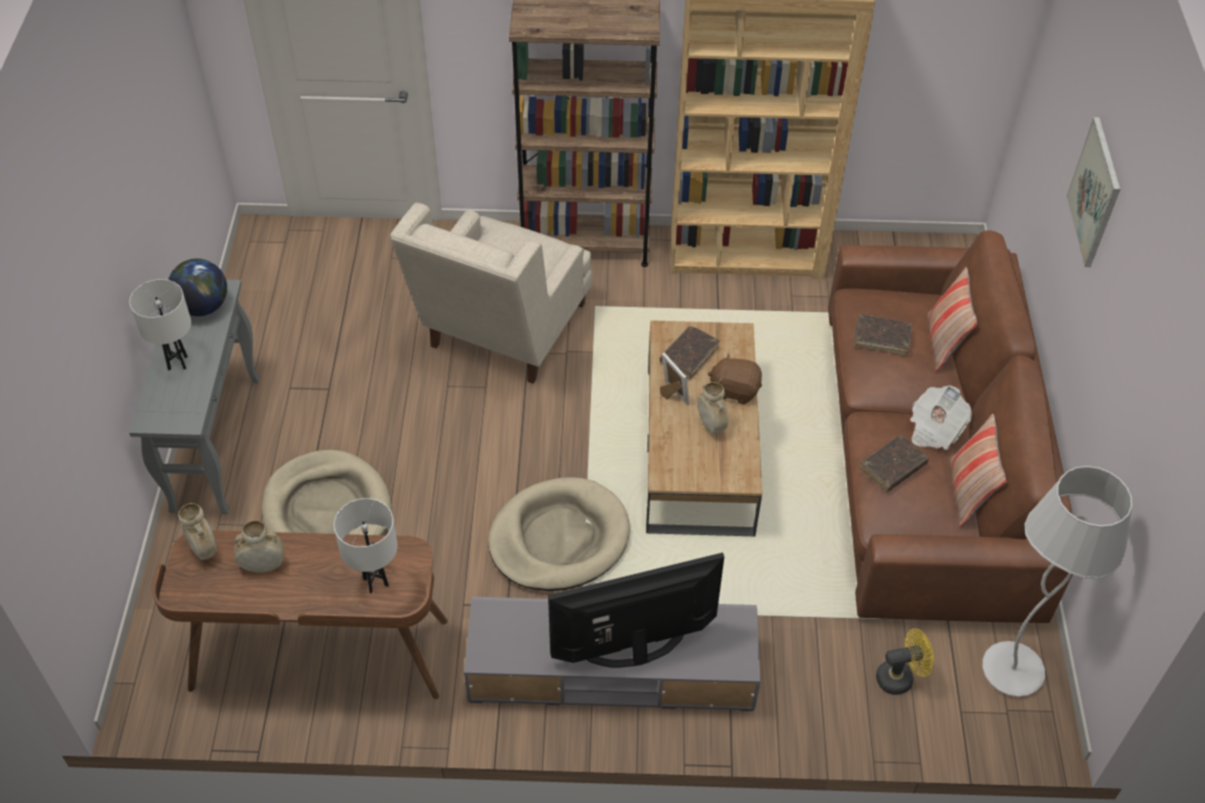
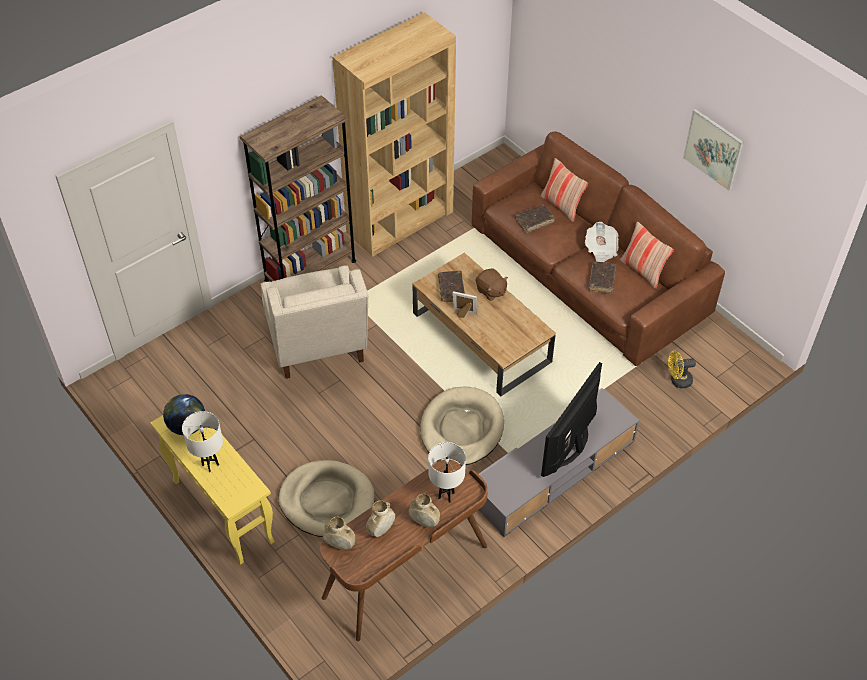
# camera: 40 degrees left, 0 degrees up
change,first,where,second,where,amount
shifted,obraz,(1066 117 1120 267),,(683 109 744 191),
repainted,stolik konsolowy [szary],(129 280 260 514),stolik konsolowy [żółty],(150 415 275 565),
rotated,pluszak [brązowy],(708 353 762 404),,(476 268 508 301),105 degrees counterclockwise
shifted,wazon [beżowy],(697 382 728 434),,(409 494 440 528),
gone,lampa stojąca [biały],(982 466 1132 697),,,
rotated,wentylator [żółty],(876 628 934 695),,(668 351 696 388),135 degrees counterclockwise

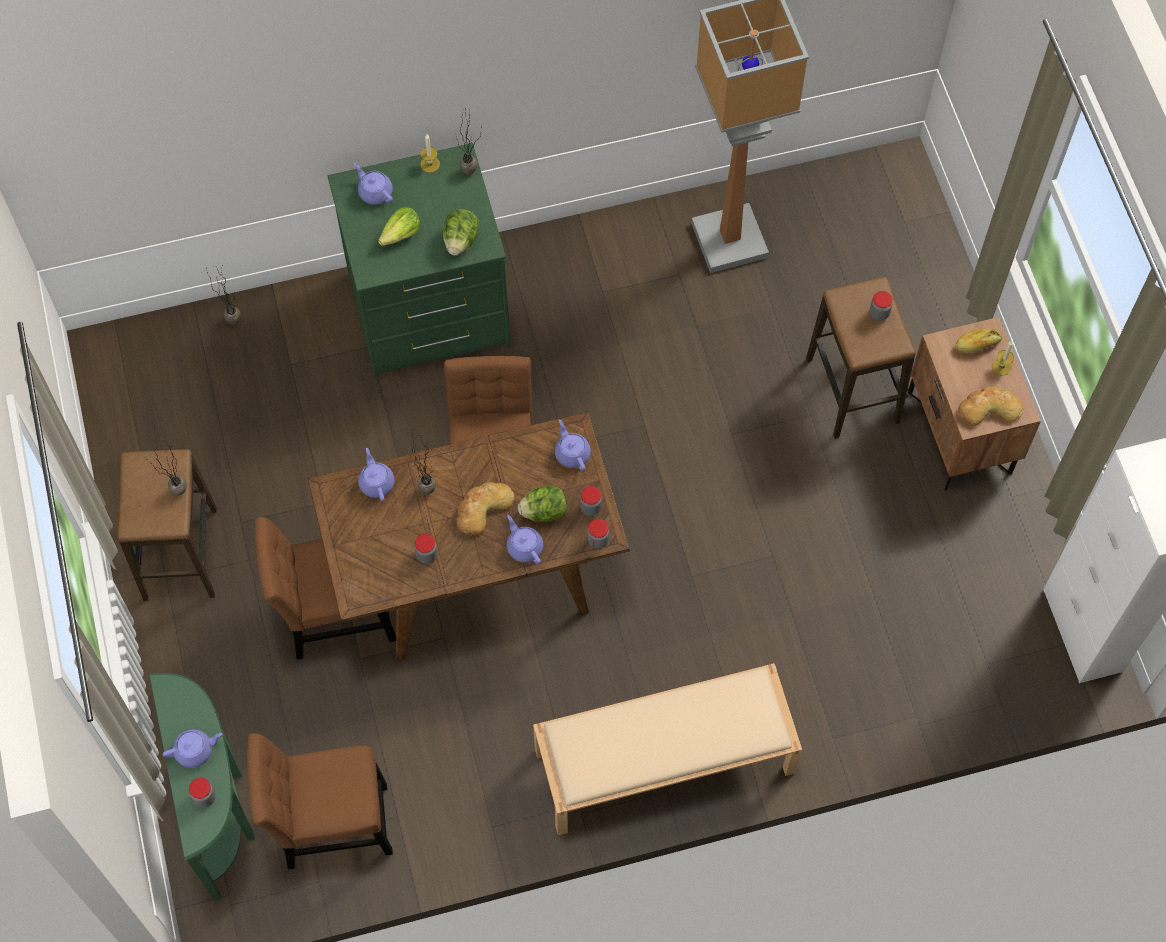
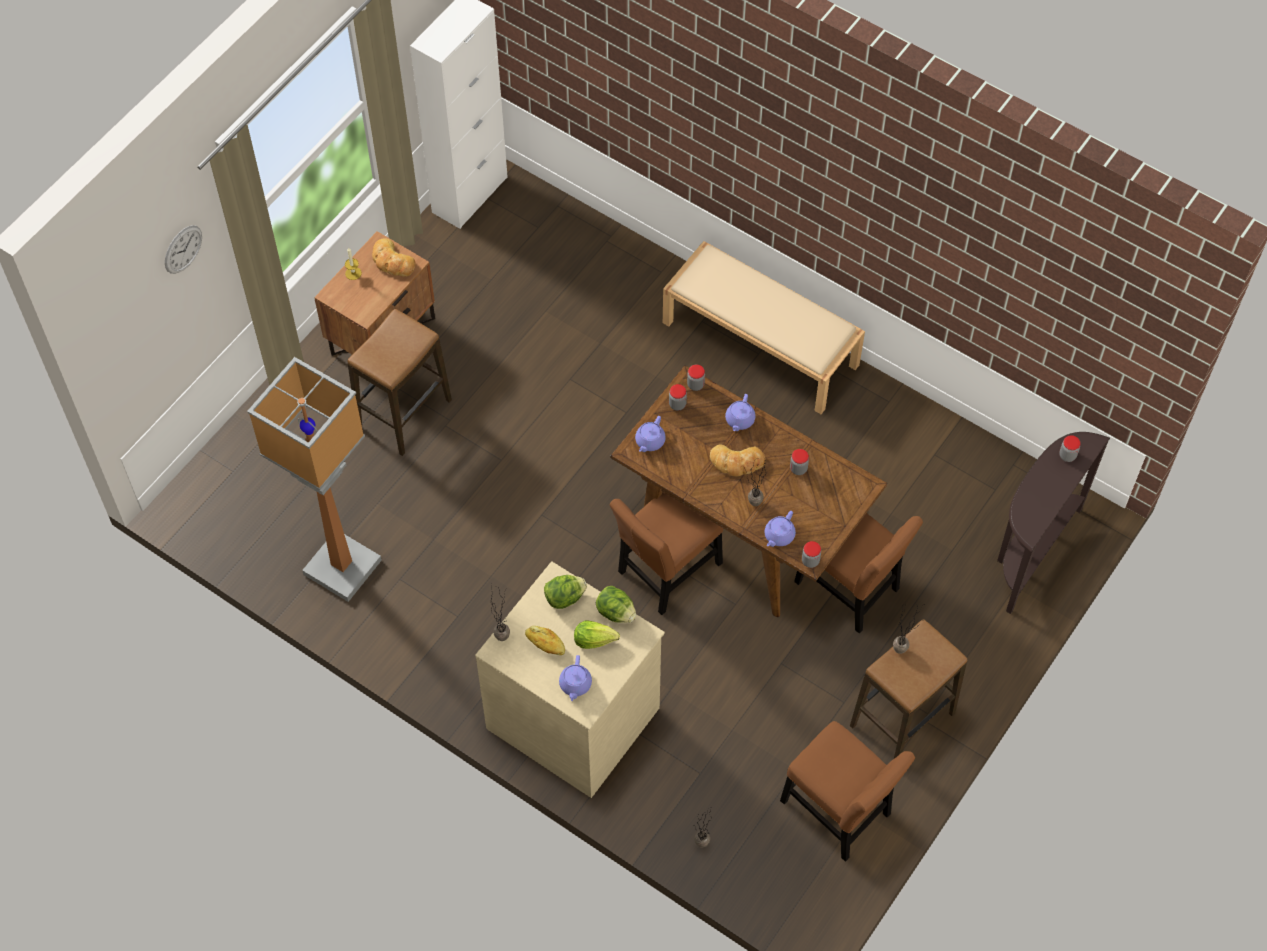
# camera: 130 degrees left, 5 degrees down
change,first,where,second,where,amount
gone,świeca,(420 134 440 173),,,
repainted,komoda [zielony],(328 143 510 378),komoda [beżowy],(475 561 665 798),
shifted,słoik,(870 291 893 321),,(802 541 821 568),
shifted,chleb,(955 329 1002 353),,(525 626 565 655),
shifted,sałata,(518 485 567 522),,(596 586 636 623),
repainted,stolik konsolowy [zielony],(150 673 255 901),stolik konsolowy [brązowy],(997 432 1110 614),
gone,imbryk [fioletowy],(163 729 223 768),,,
shifted,krzesło [brązowy],(247 733 393 870),,(780 721 915 862),
new,,,zegar ścienny,(165 225 202 274),

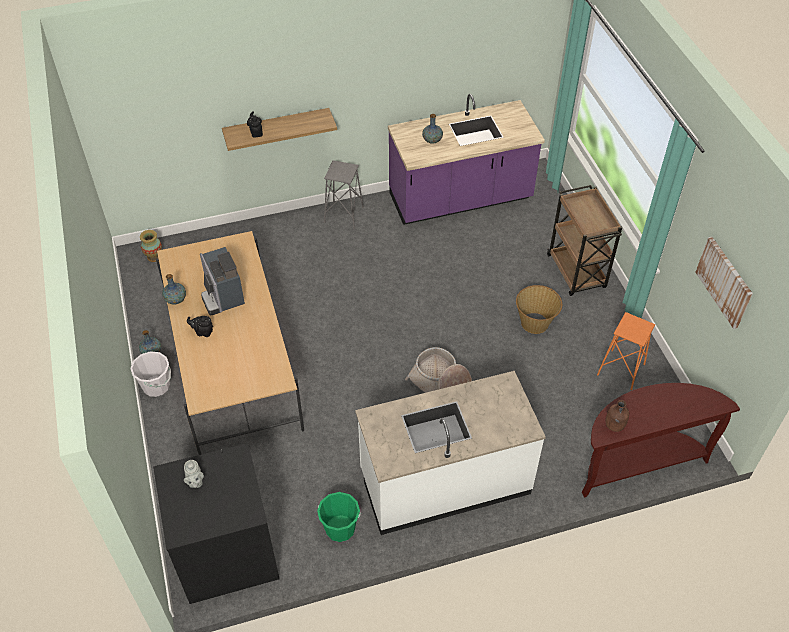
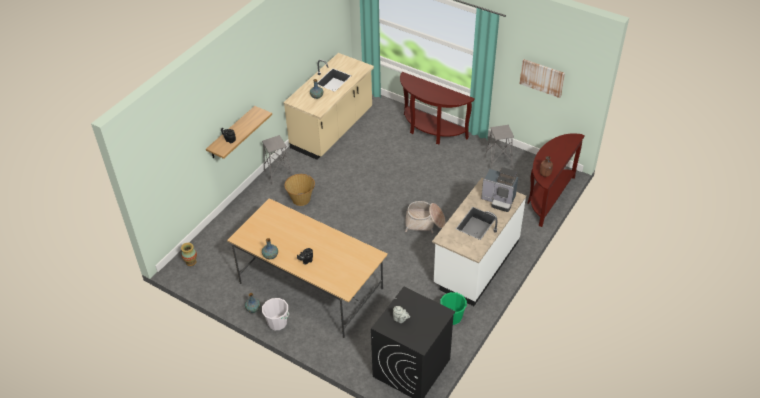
# camera: 40 degrees left, 5 degrees down
change,first,where,second,where,amount
repainted,zabudowa kuchenna [fioletowy],(388 94 545 225),zabudowa kuchenna [beżowy],(283 53 374 160),
swapped,wózek [brązowy],(547 185 622 296),stolik konsolowy [brązowy],(400 72 475 144),
shifted,ekspres do kawy,(200 247 245 315),,(481 167 518 212),
shifted,koszyk,(516 285 562 334),,(285 174 315 206),
repainted,stołek [pomarańczowy],(597 312 655 390),stołek [szary],(485 125 514 169),

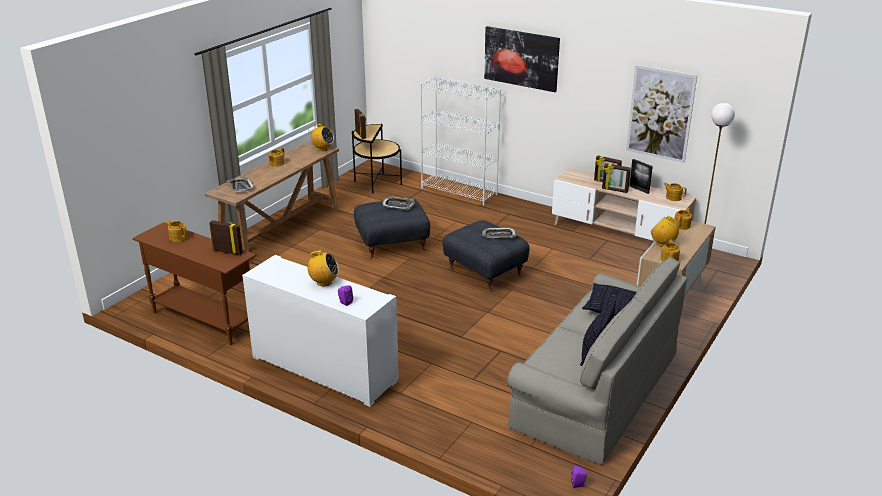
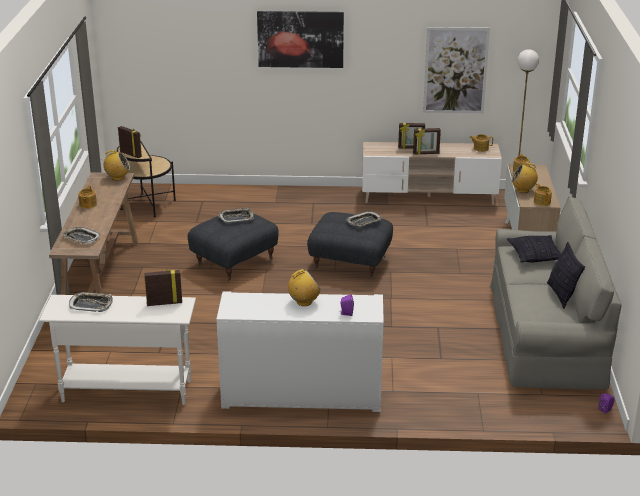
# camera: 30 degrees left, 0 degrees up
change,first,where,second,where,amount
gone,regał [biały],(420 76 501 205),,,
gone,ramka na zdjęcie,(629 159 653 194),,,
swapped,imbryk,(166 220 188 242),taca,(69 292 113 312),
repainted,stolik konsolowy [brązowy],(132 222 257 345),stolik konsolowy [biały],(39 295 196 405),

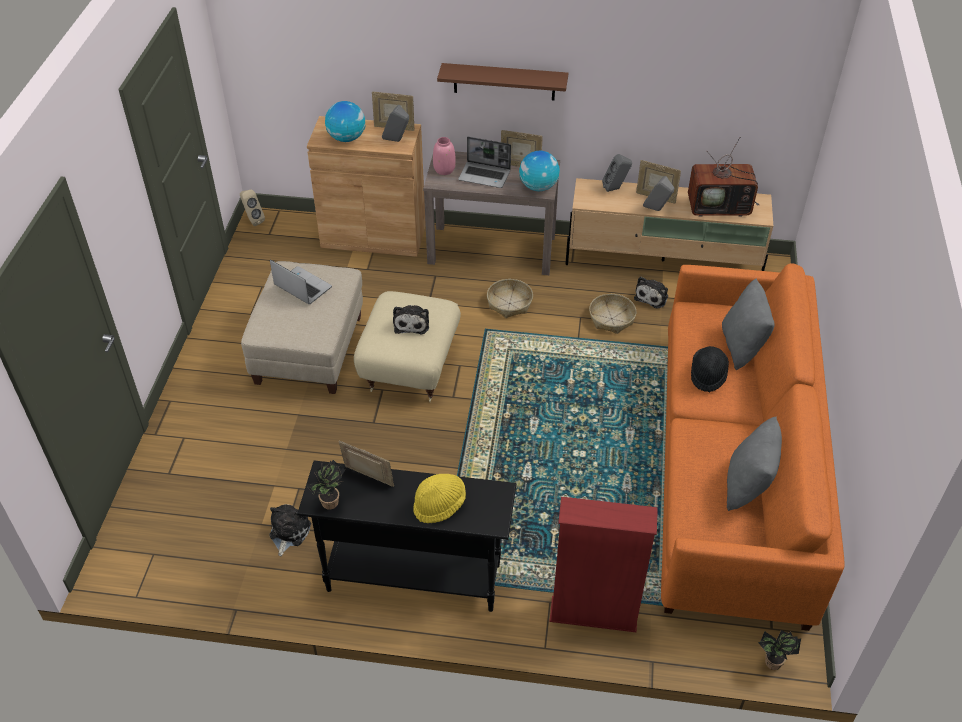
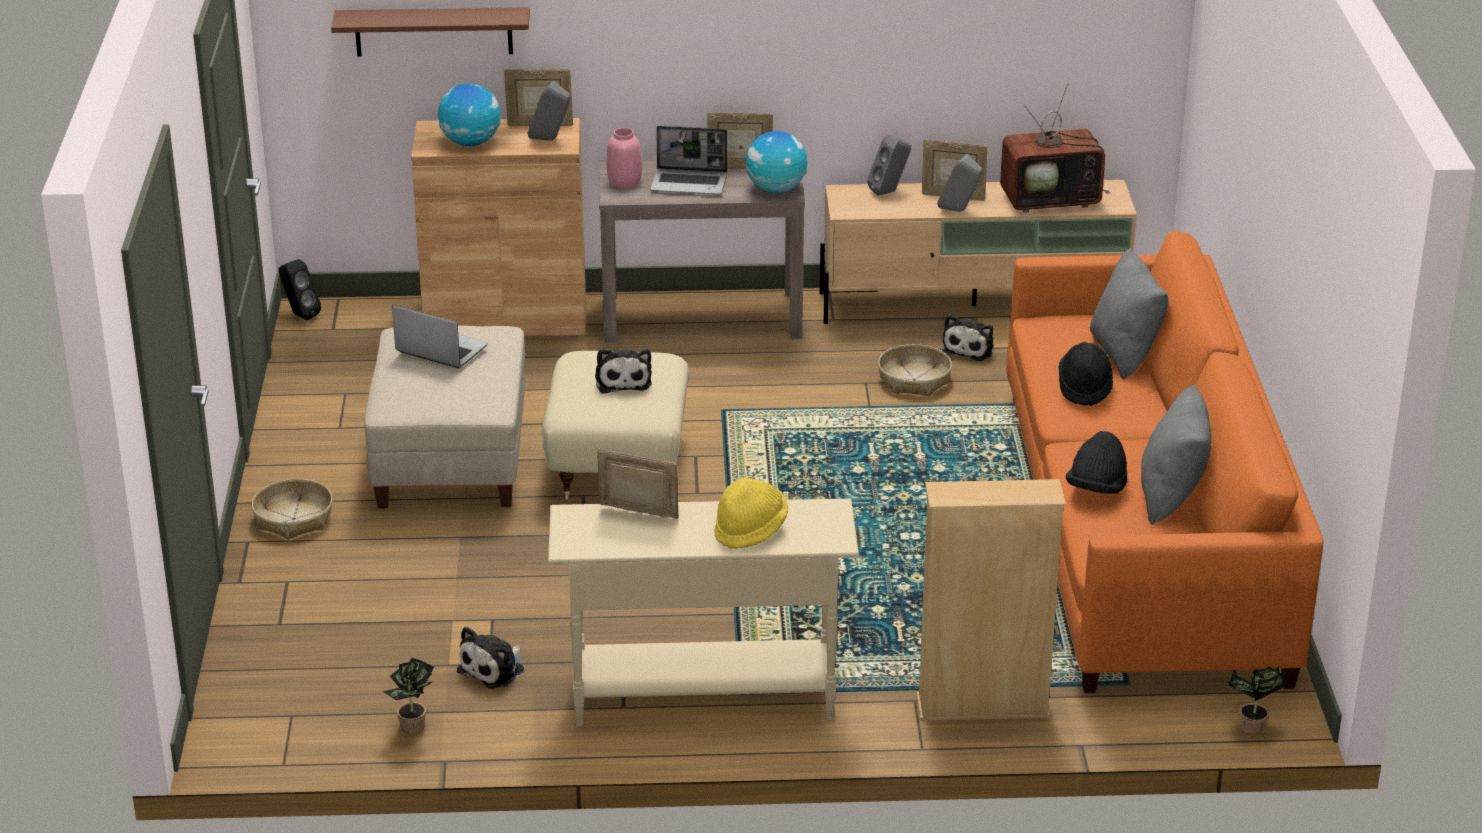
# camera: 10 degrees left, 15 degrees down
change,first,where,second,where,amount
shifted,półka [brązowy],(437 63 568 100),,(331 7 530 57),
repainted,głośnik [beżowy],(240 190 265 226),głośnik [czarny],(278 259 321 320),
shifted,koszyk,(487 279 533 318),,(252 479 333 540),
repainted,stolik konsolowy [czarny],(297 460 516 612),stolik konsolowy [beżowy],(548 499 859 726),
shifted,roślina doniczkowa,(306 460 345 510),,(382 658 435 733),
repainted,regał [czerwony],(549 497 658 632),regał [beżowy],(916 479 1066 721),
rotated,pluszak,(269 504 311 556),,(457 626 524 689),150 degrees counterclockwise
new,,,kapelusz [czarny],(1066 431 1127 494),

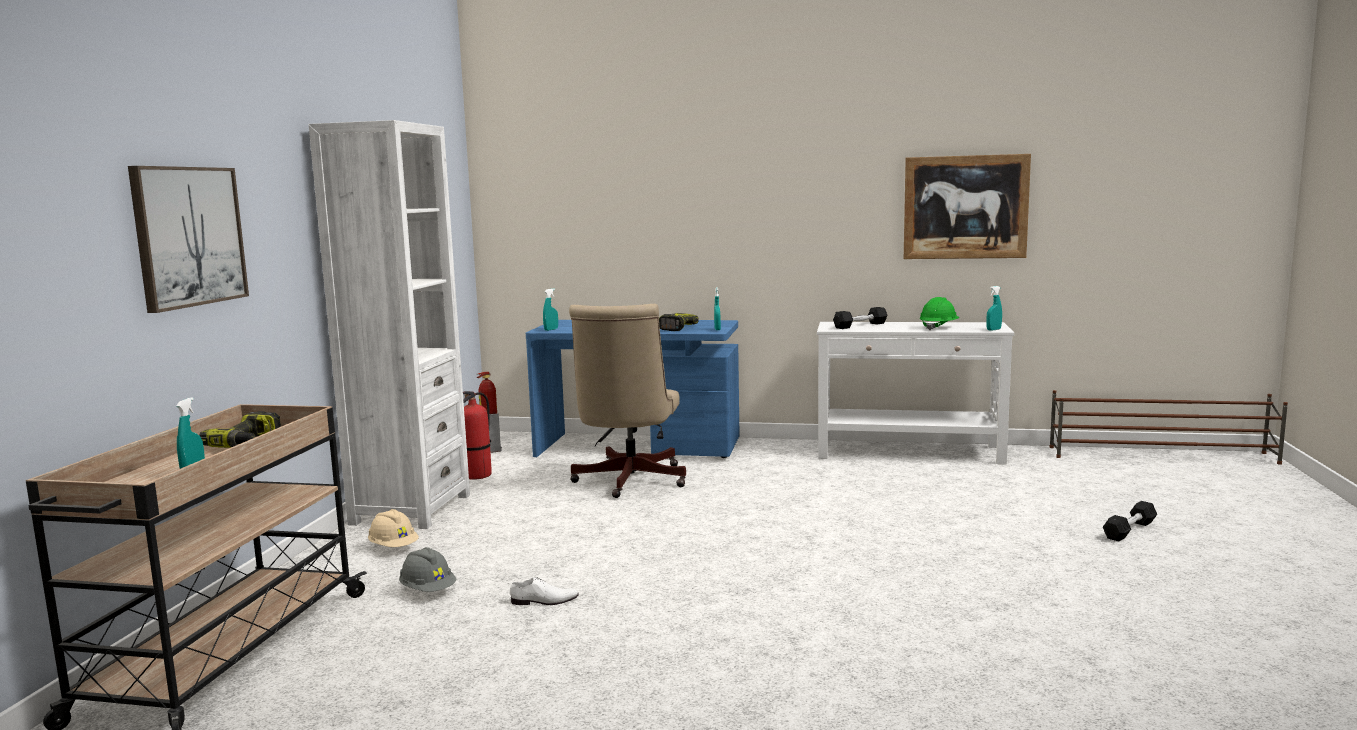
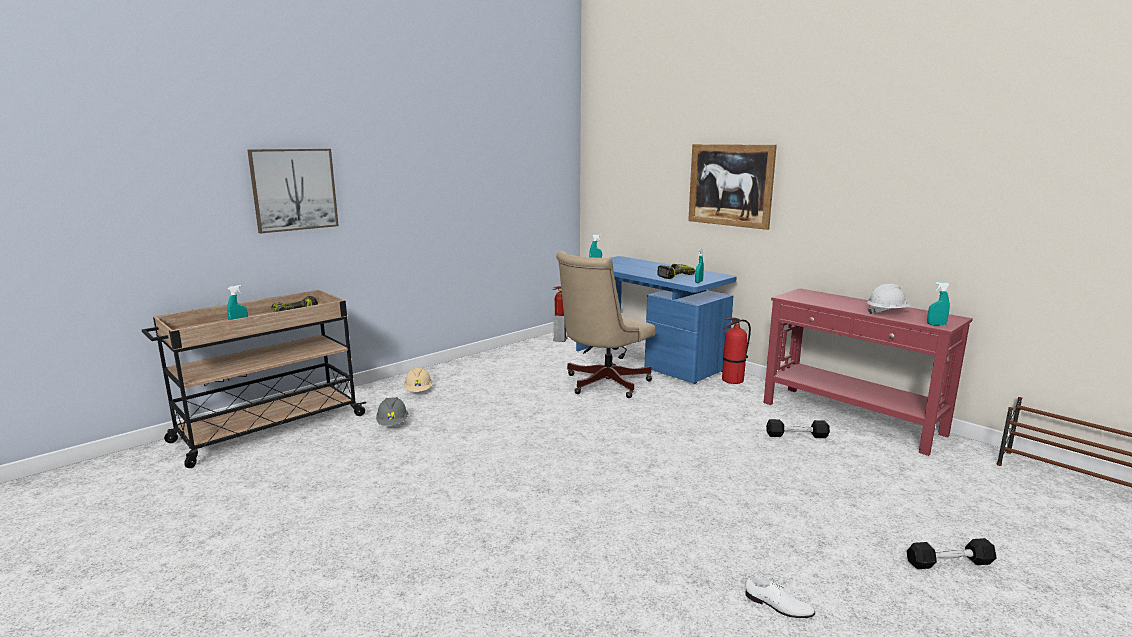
# camera: 35 degrees right, 5 degrees up
change,first,where,second,where,amount
gone,regał [biały],(309 120 470 529),,,
shifted,obraz,(904 154 1031 259),,(688 144 777 230),
repainted,kask [zielony],(920 297 959 330),kask [biały],(867 284 912 314),
shifted,hantel [czarny],(833 307 888 329),,(766 419 830 438),
repainted,stolik konsolowy [biały],(817 322 1014 465),stolik konsolowy [czerwony],(764 288 973 456),
shifted,gaśnica,(463 391 492 480),,(722 318 751 384),
shifted,but [biały],(510 577 579 605),,(745 576 815 618),

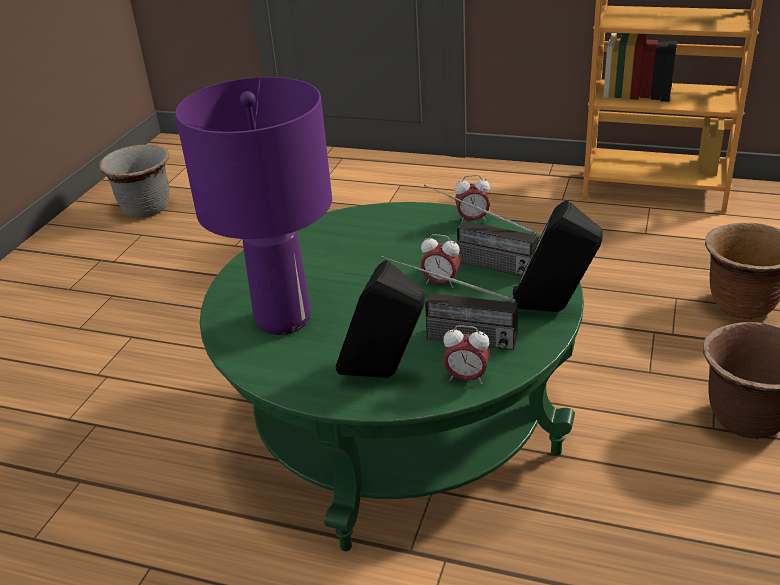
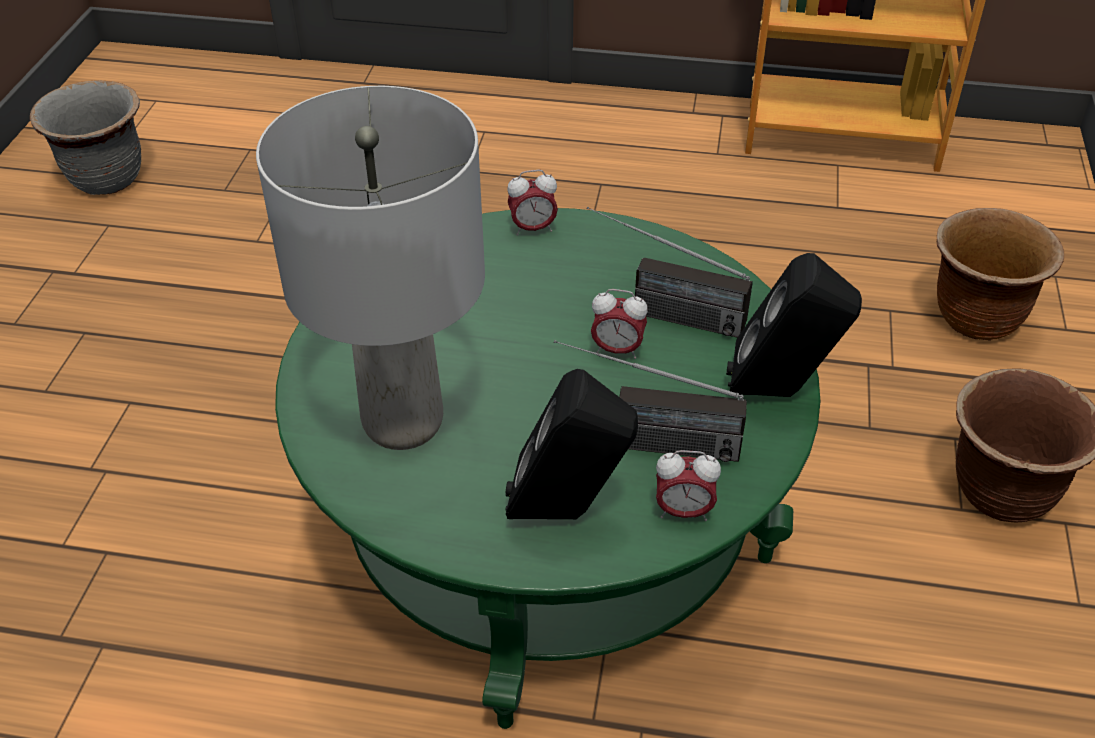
# camera: 10 degrees left, 10 degrees up
change,first,where,second,where,amount
repainted,lampa stołowa [fioletowy],(175 77 332 335),lampa stołowa [szary],(256 86 485 450),
shifted,budzik,(455 175 490 223),,(507 170 558 236),

